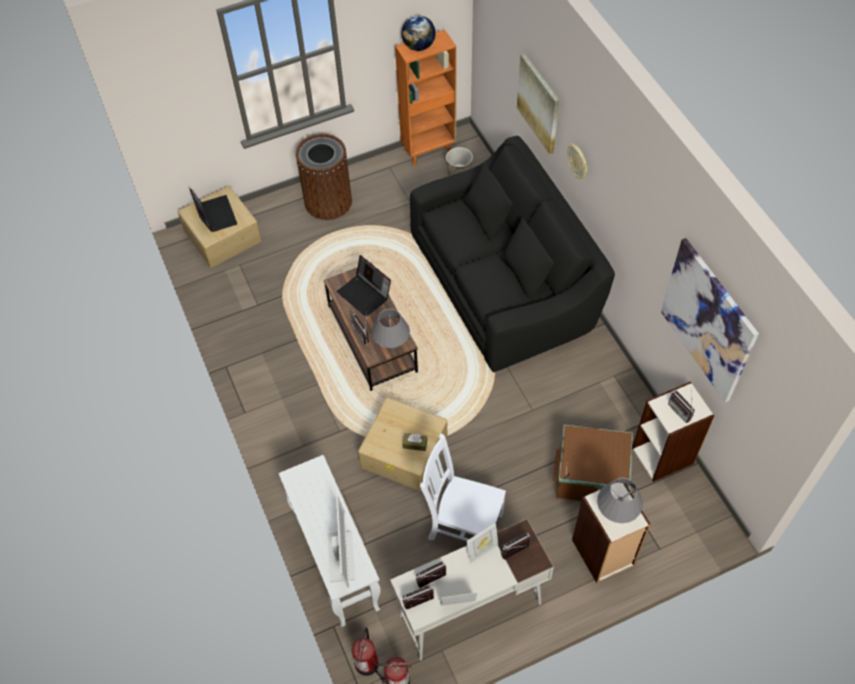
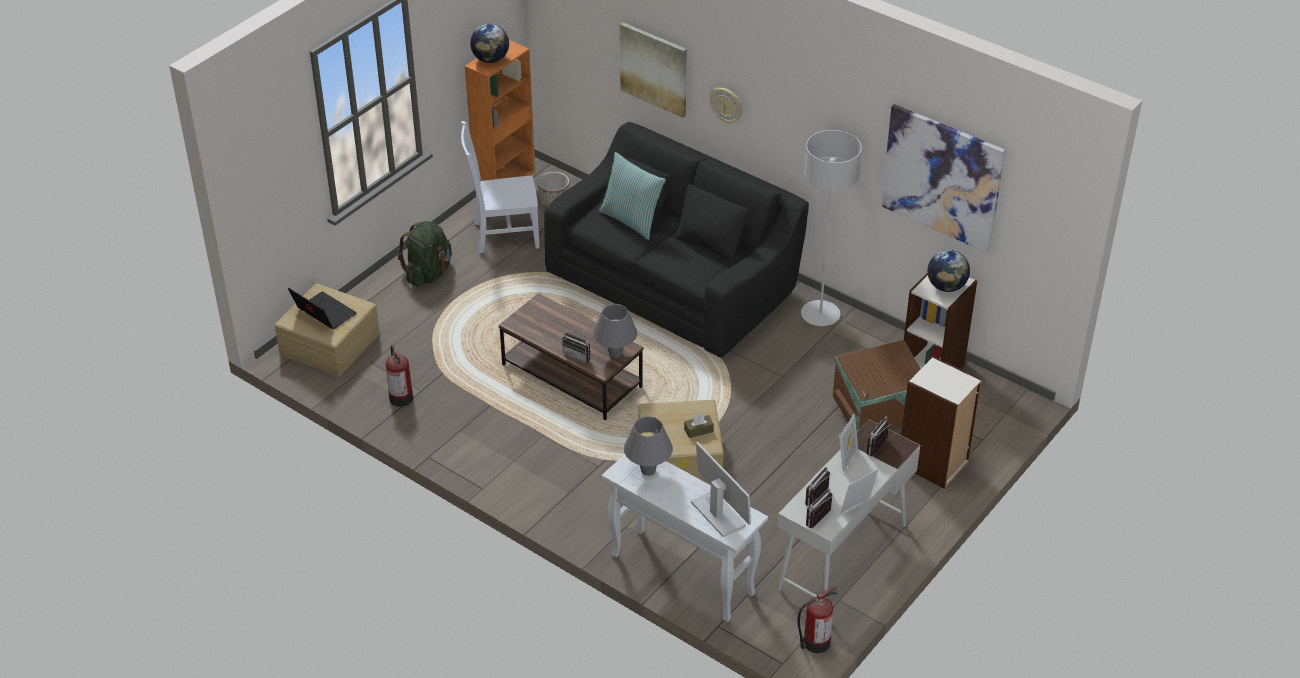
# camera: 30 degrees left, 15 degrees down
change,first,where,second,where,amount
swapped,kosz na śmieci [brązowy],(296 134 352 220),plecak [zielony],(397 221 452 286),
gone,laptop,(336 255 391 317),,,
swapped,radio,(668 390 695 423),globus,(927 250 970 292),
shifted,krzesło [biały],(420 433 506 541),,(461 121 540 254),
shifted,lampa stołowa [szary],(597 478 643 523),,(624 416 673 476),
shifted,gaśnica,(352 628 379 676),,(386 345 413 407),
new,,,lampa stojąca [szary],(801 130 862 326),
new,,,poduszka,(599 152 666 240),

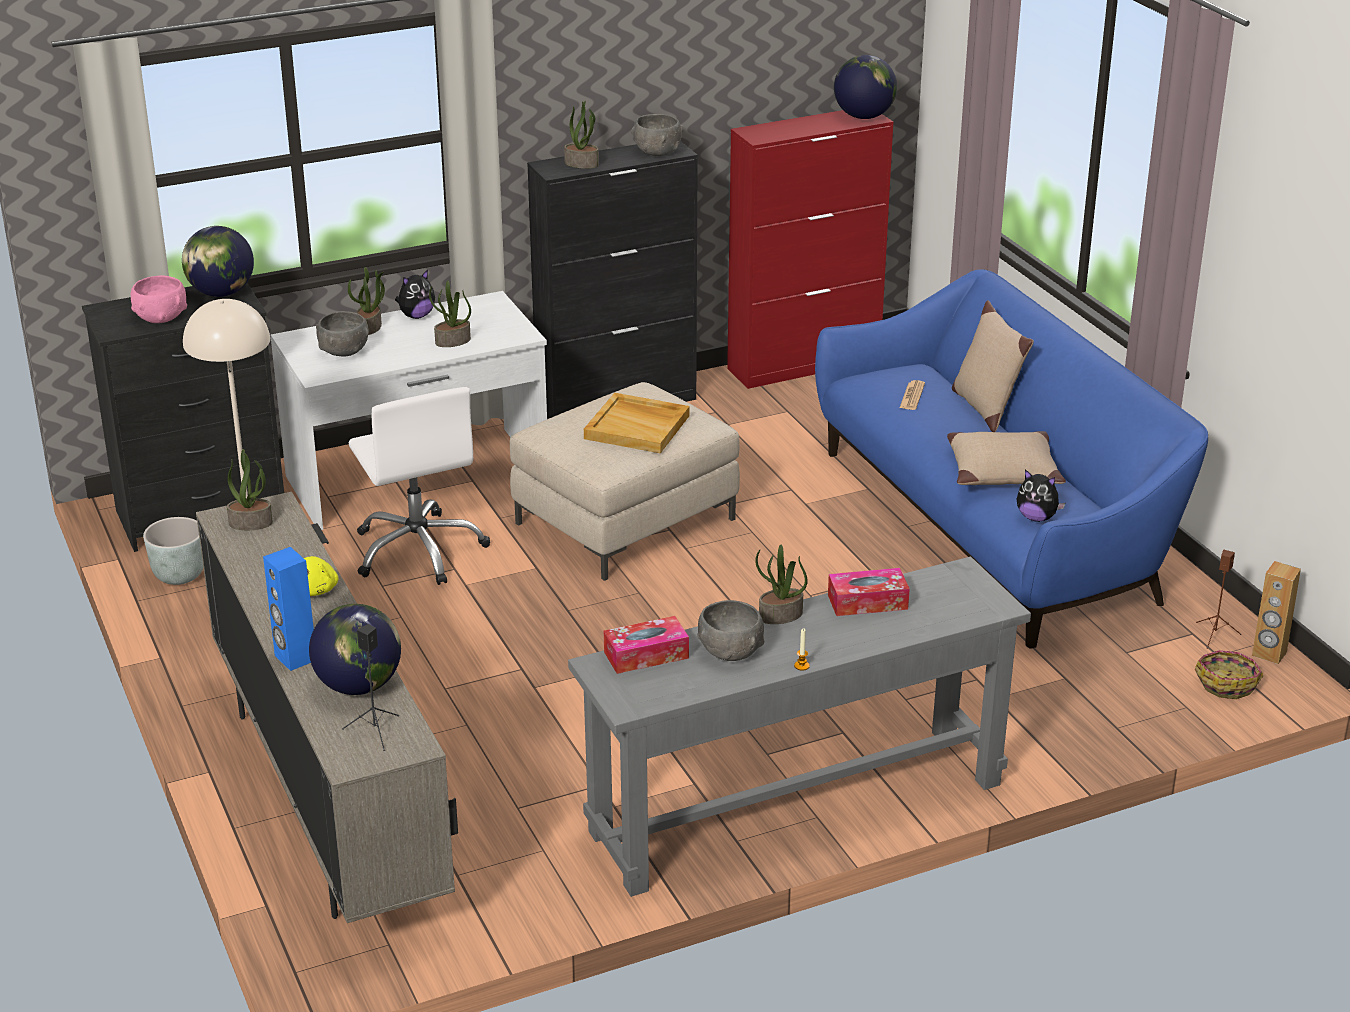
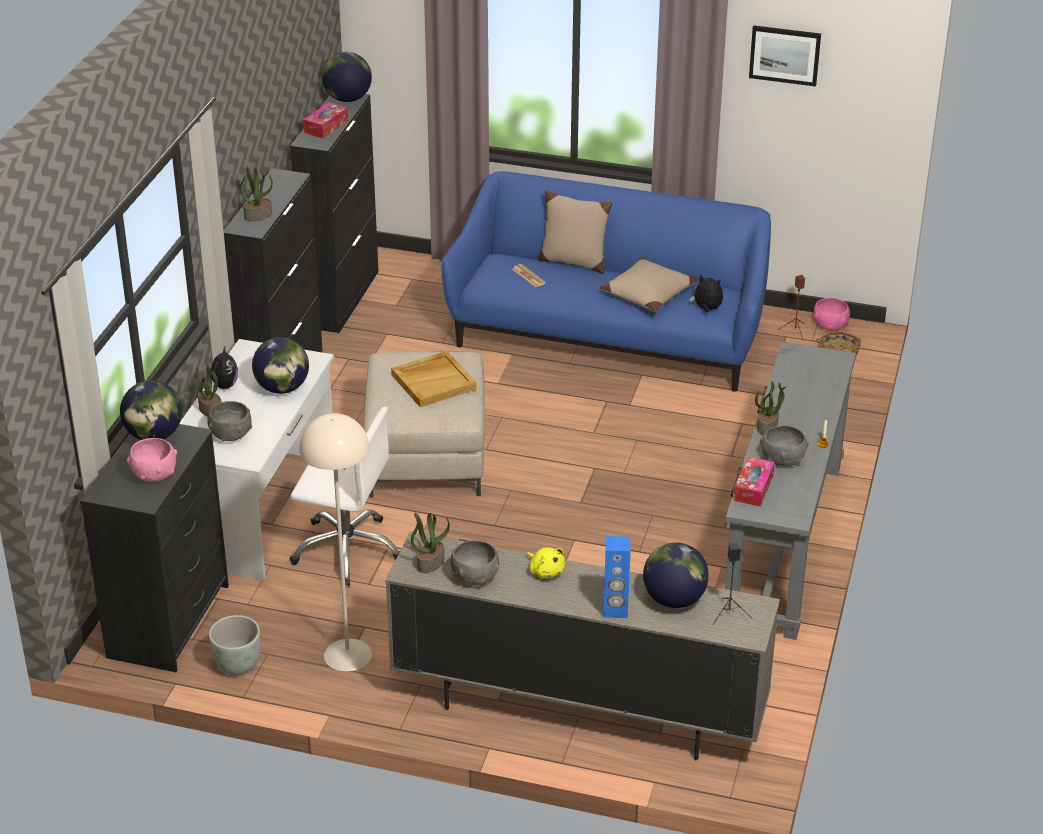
# camera: 50 degrees left, 5 degrees up
change,first,where,second,where,amount
repainted,szafka [czerwony],(727 110 893 389),szafka [czarny],(290 94 379 333),
shifted,miska [szary],(631 114 683 156),,(450 540 499 585),
swapped,roślina doniczkowa,(429 280 471 347),globus,(252 337 309 394),
rotated,pluszak,(1017 469 1065 522),,(690 274 723 312),135 degrees counterclockwise
swapped,głośnik [brązowy],(1252 561 1301 664),miska [różowy],(813 298 850 331),
shifted,pudełko chusteczek,(828 568 910 616),,(303 102 348 138),
new,,,obraz,(749 25 821 87),

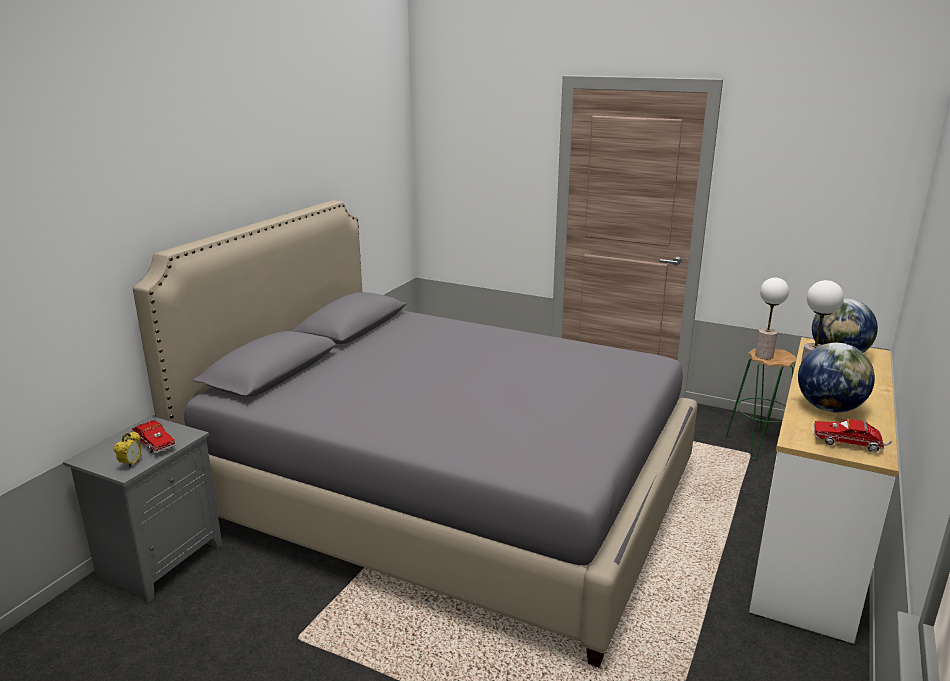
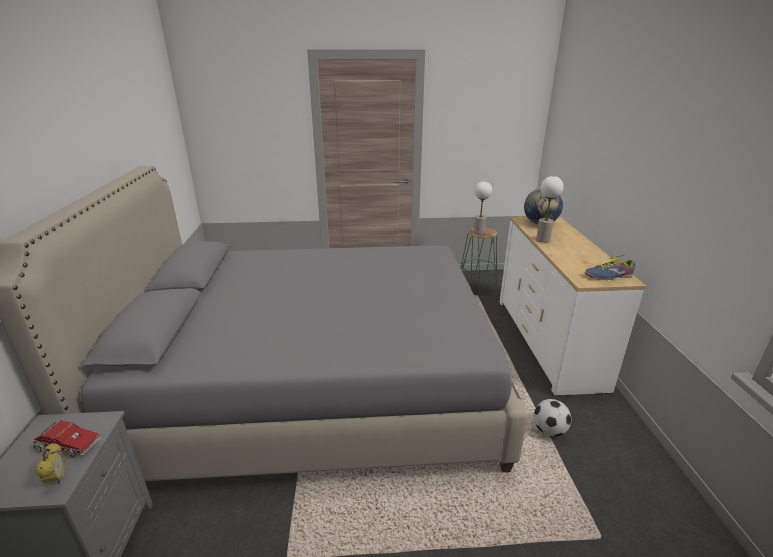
# camera: 30 degrees left, 5 degrees up
change,first,where,second,where,amount
gone,globus,(798 343 875 413),,,
swapped,ciężarówka zabawkowa,(814 418 892 453),but,(585 255 635 280),
new,,,piłka futbolowa,(534 399 572 437),

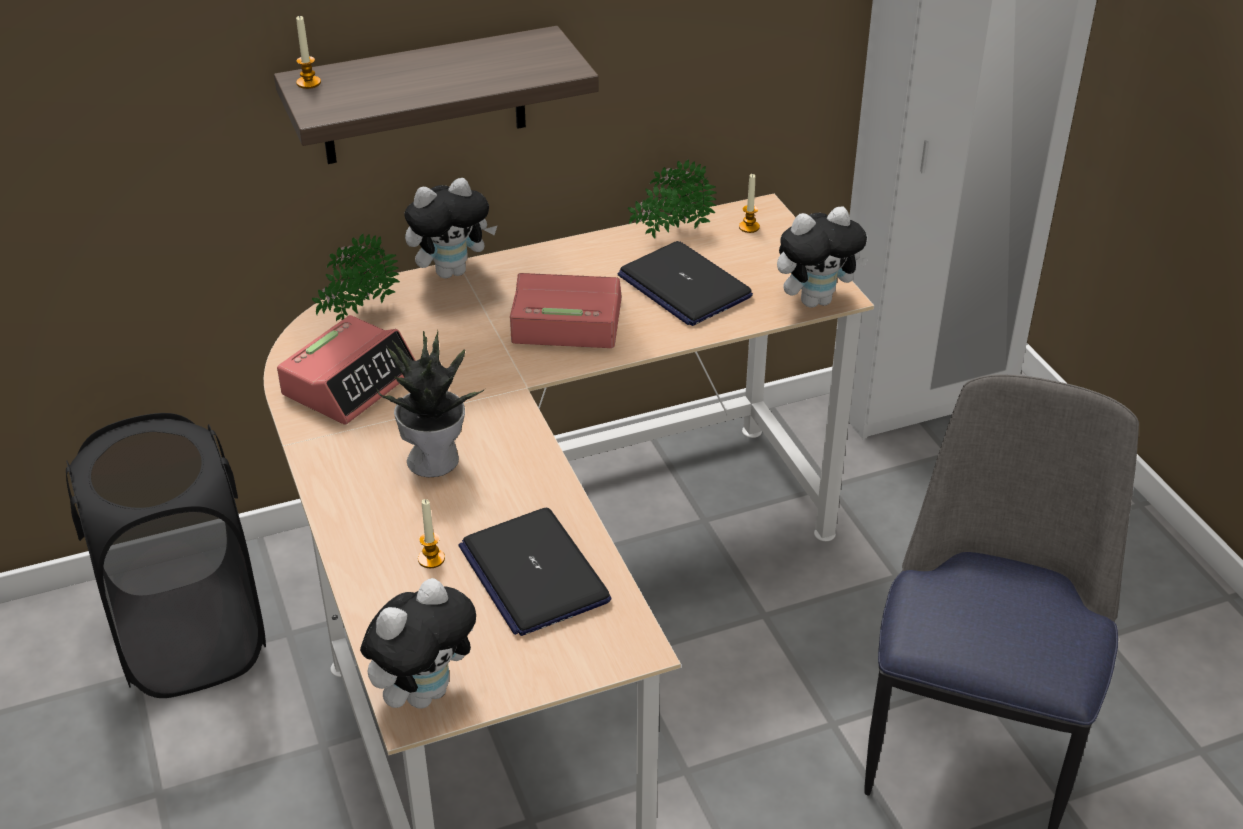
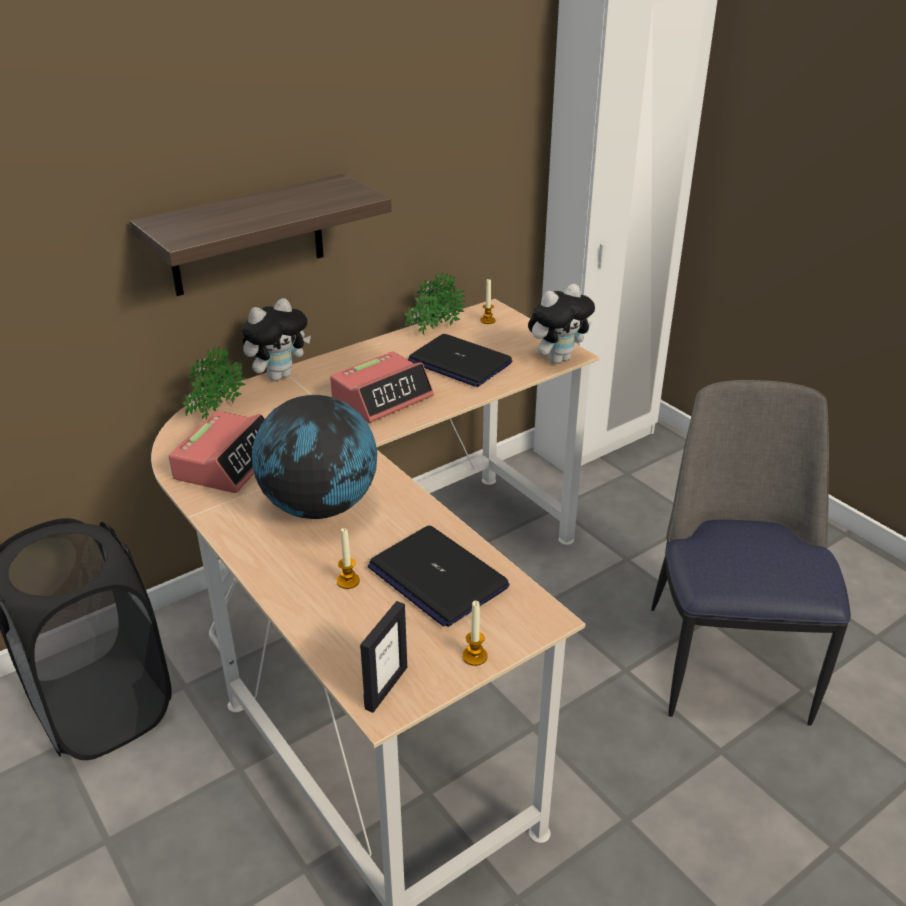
# camera: 15 degrees left, 5 degrees down
change,first,where,second,where,amount
shifted,świeca,(296 15 321 89),,(462 601 487 666),
rotated,budzik,(510 273 621 348),,(330 351 434 423),150 degrees clockwise
swapped,roślina doniczkowa,(376 331 485 477),globus,(252 395 377 519),
swapped,pluszak,(360 578 476 709),ramka na zdjęcie,(360 601 407 713),

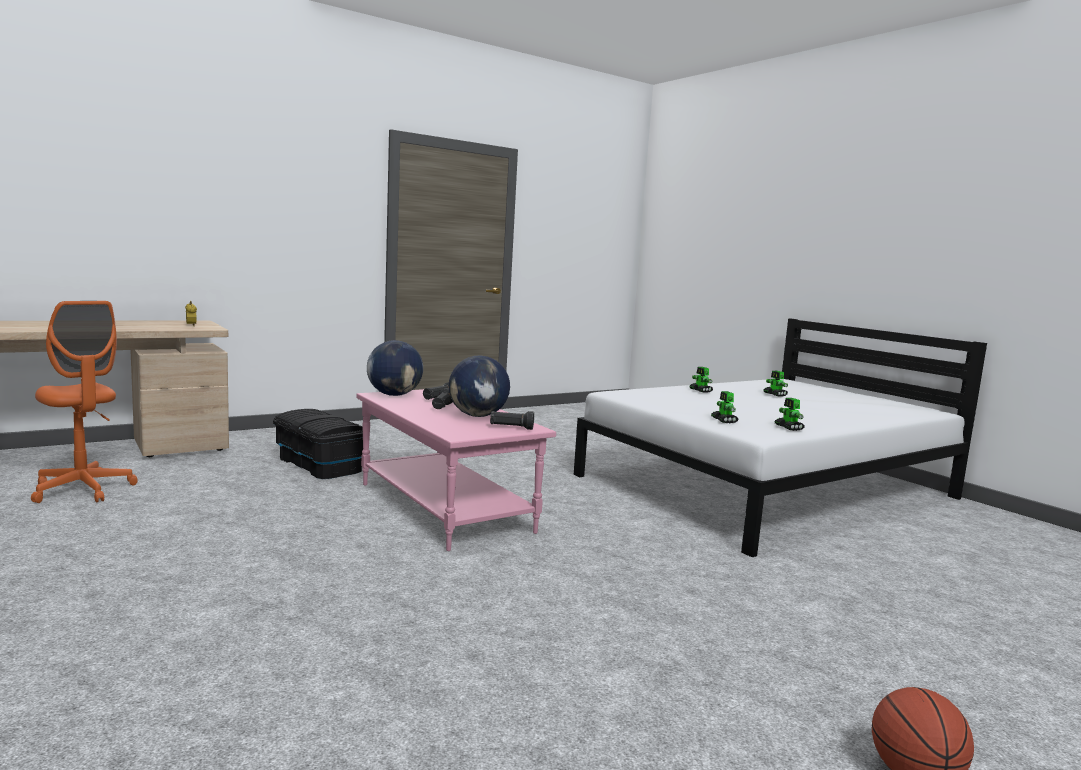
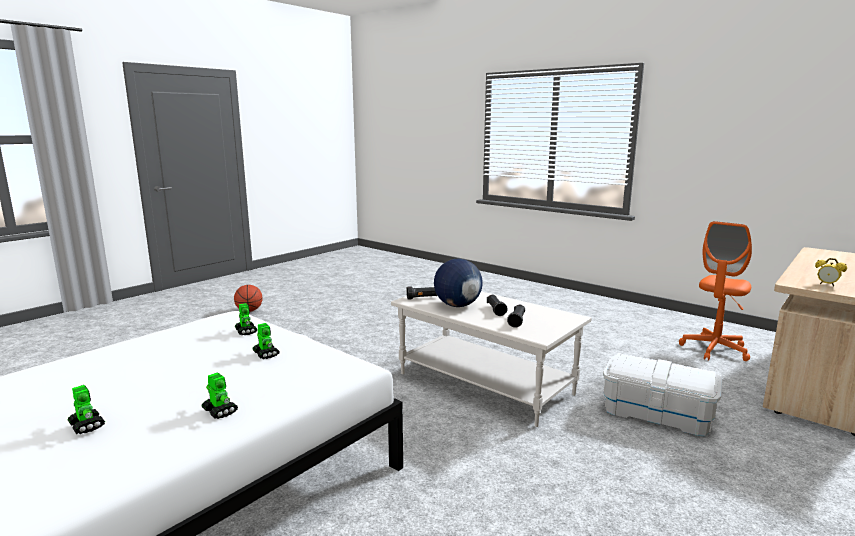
# camera: 165 degrees right, 5 degrees up
change,first,where,second,where,amount
rotated,krzesło biurowe [pomarańczowy],(31 301 137 503),,(679 221 752 361),75 degrees counterclockwise
gone,globus,(367 340 423 396),,,
repainted,ława [różowy],(356 389 556 551),ława [biały],(391 286 592 427),
shifted,robot zabawkowy,(775 398 805 431),,(253 323 279 359),
repainted,pojemnik do przechowywania [czarny],(273 409 363 479),pojemnik do przechowywania [biały],(603 353 722 436),

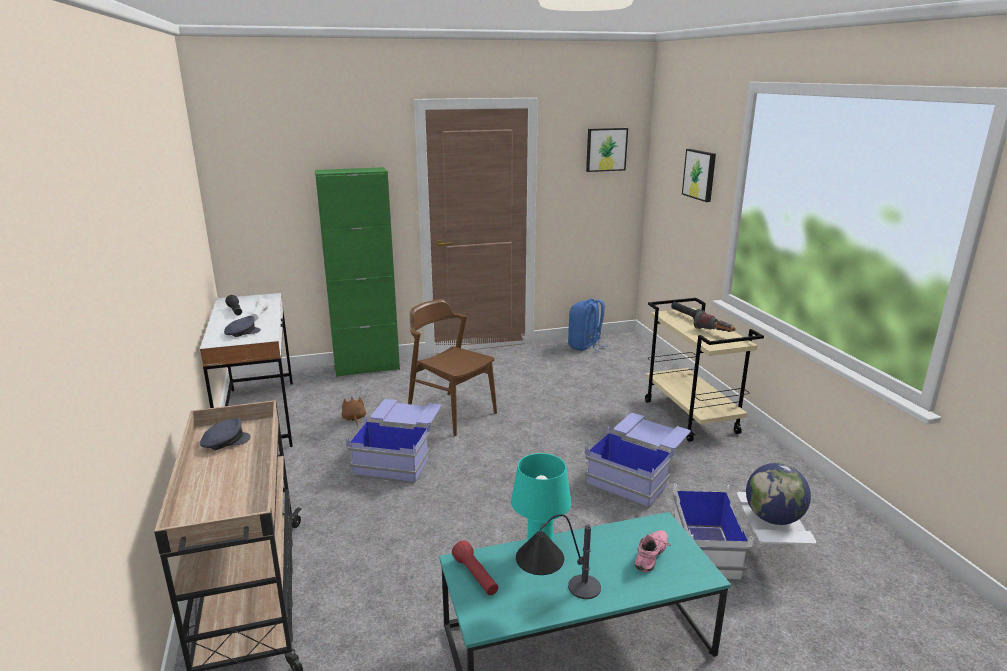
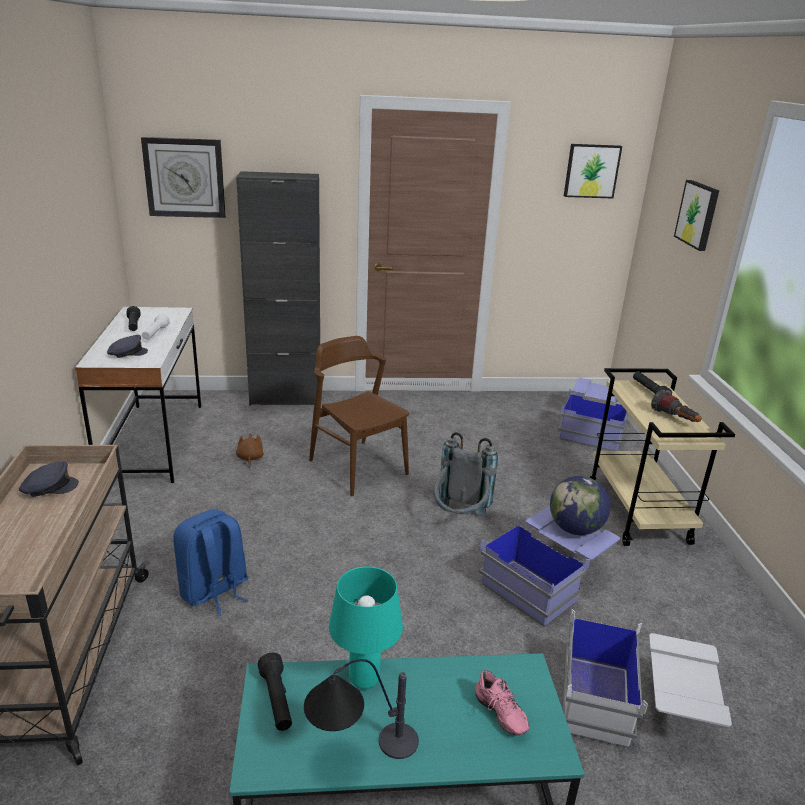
# camera: 10 degrees right, 5 degrees up
change,first,where,second,where,amount
repainted,szafka [zielony],(315 167 400 377),szafka [czarny],(236 171 320 406),
shifted,plecak [niebieski],(568 299 607 352),,(173 509 249 616),
shifted,pojemnik do przechowywania [niebieski],(346 399 442 483),,(558 378 628 451),
shifted,globus,(746 463 811 525),,(550 476 610 535),
rotated,but [różowy],(635 530 671 572),,(475 670 529 735),105 degrees clockwise
repainted,latarka [czerwony],(452 540 498 595),latarka [czarny],(258 652 292 731),
new,,,zegar ścienny,(141 137 226 218),
new,,,plecak [szary],(433 432 498 516),

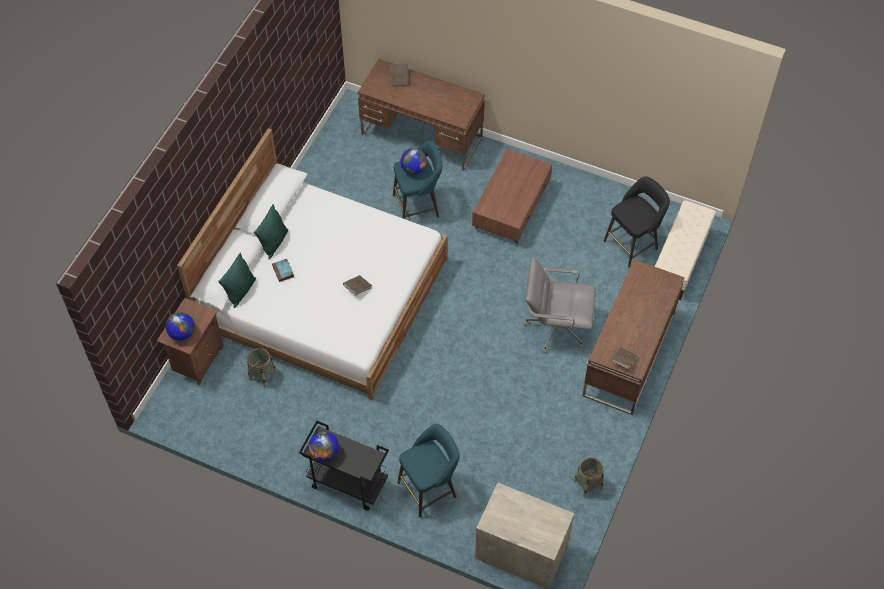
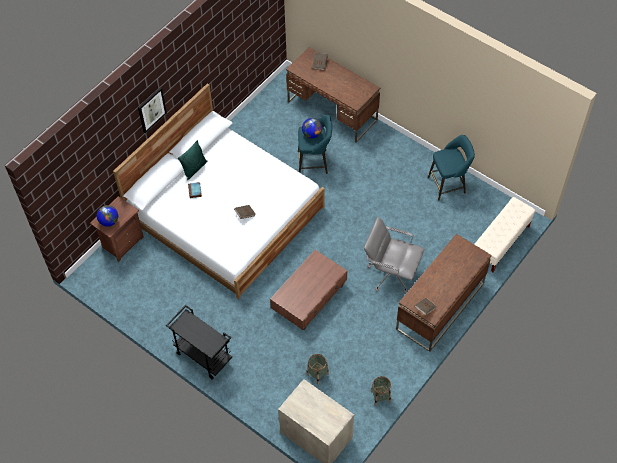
# camera: 15 degrees right, 0 degrees up
change,first,where,second,where,amount
shifted,ława [brązowy],(472 149 552 243),,(270 250 347 330),
gone,stołek [czarny],(604 176 670 268),,,
gone,poduszka [zielony],(218 253 256 309),,,
shifted,koszyk,(247 348 276 387),,(306 354 329 385),
shifted,stołek [turkusowy],(397 424 460 517),,(428 135 475 201),
gone,globus,(308 431 339 462),,,
new,,,obraz,(138 87 167 133),

